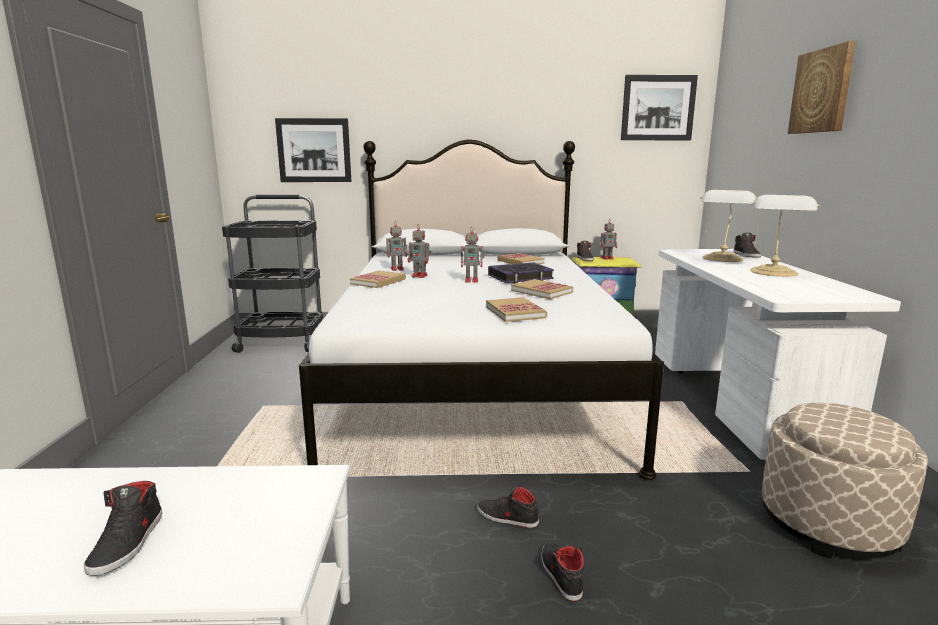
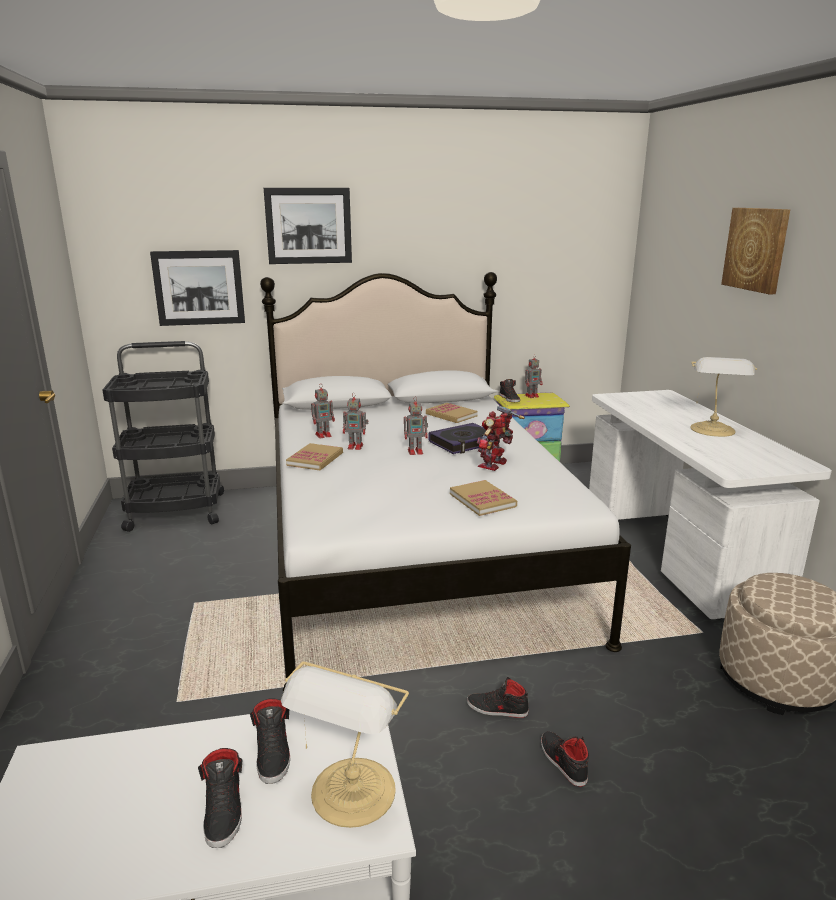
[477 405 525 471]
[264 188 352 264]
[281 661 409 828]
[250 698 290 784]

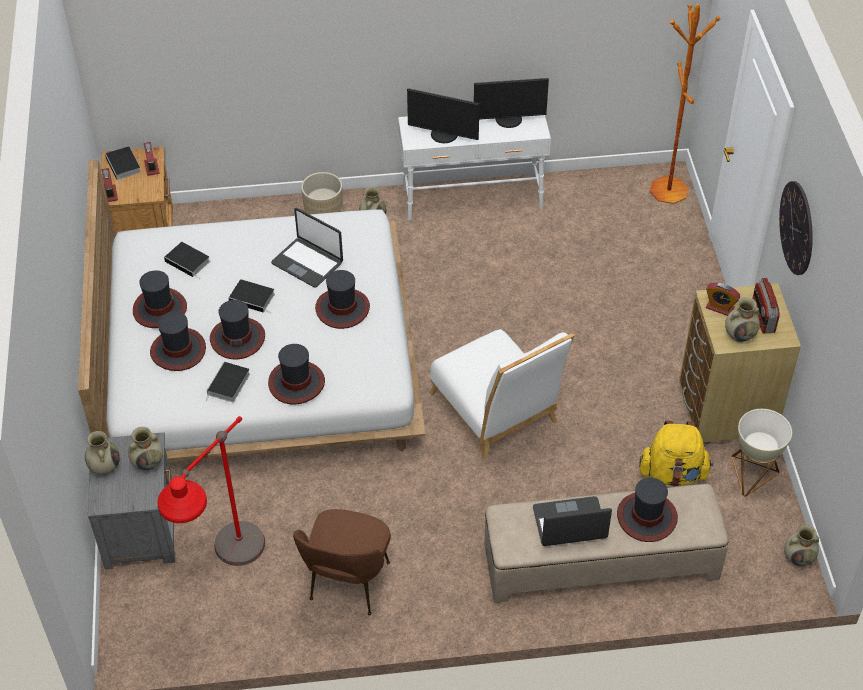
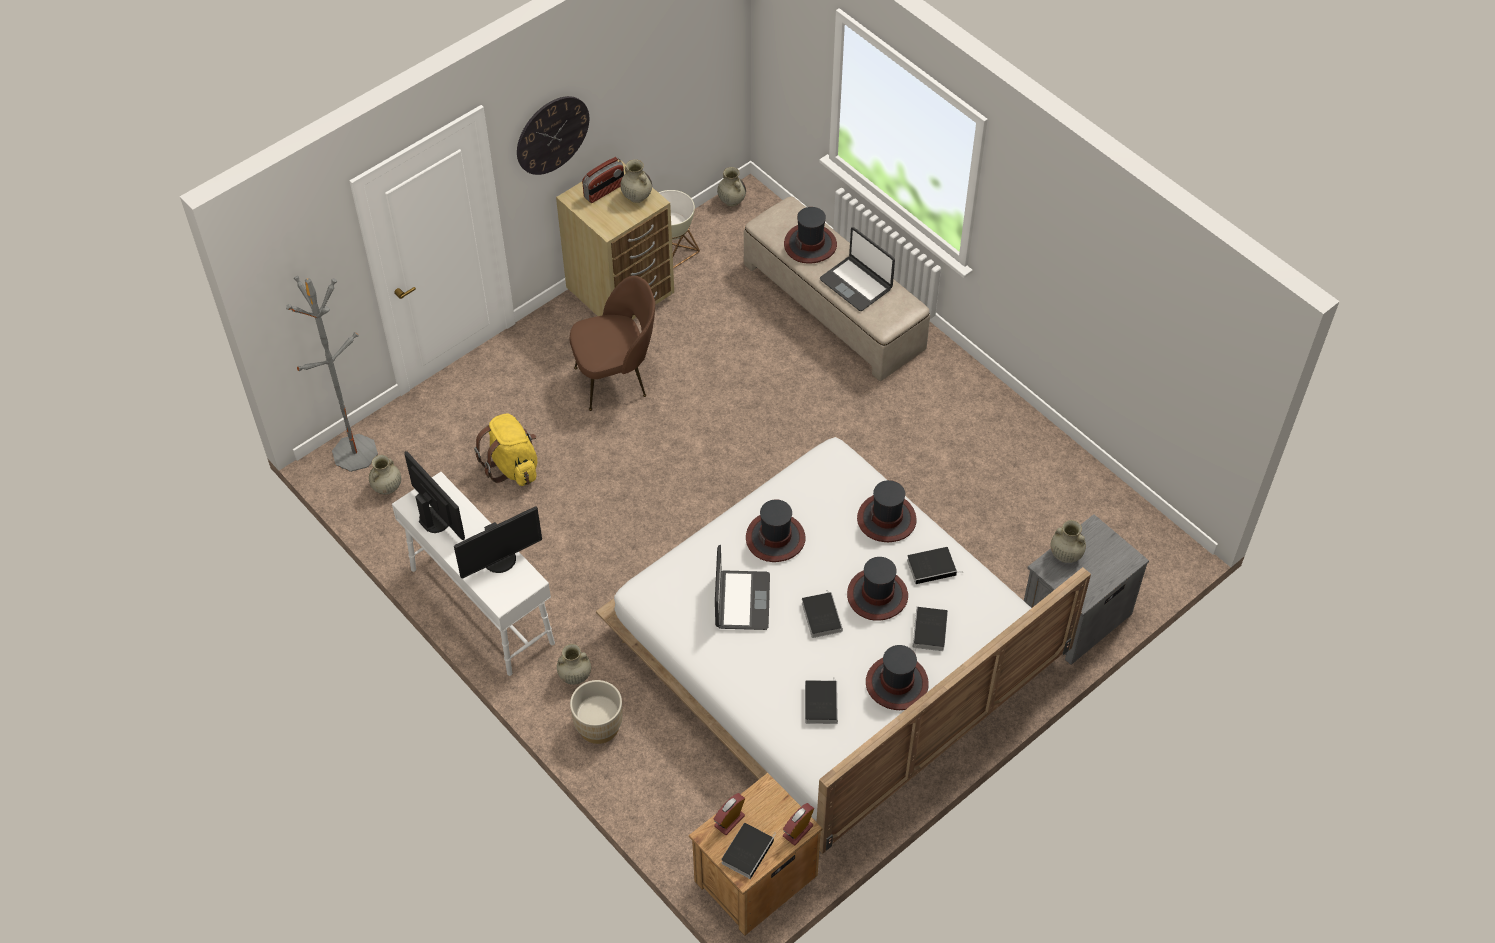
[369 455 401 494]
[912 607 948 651]
[157 416 265 566] (first image)
[570 276 655 411]
[454 506 542 579]
[429 329 575 460] (first image)
[474 413 537 486]
[286 276 378 472]
[706 282 740 316] (first image)

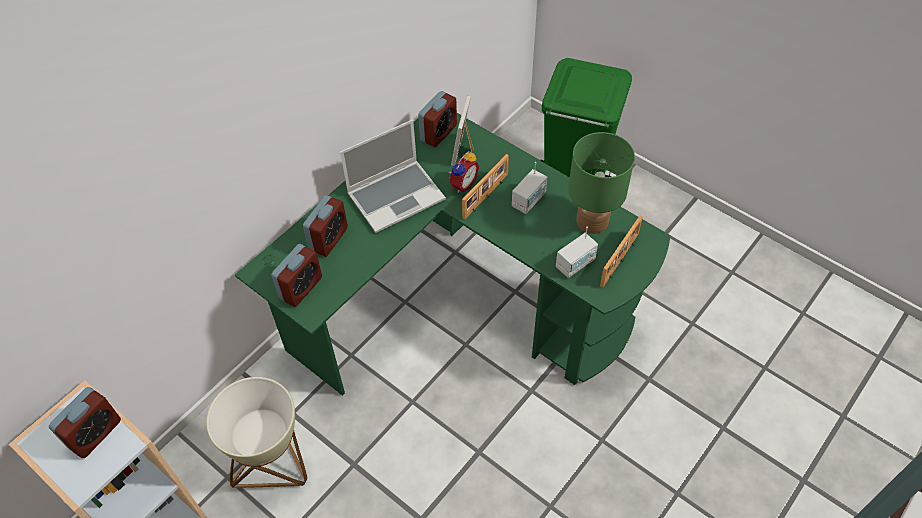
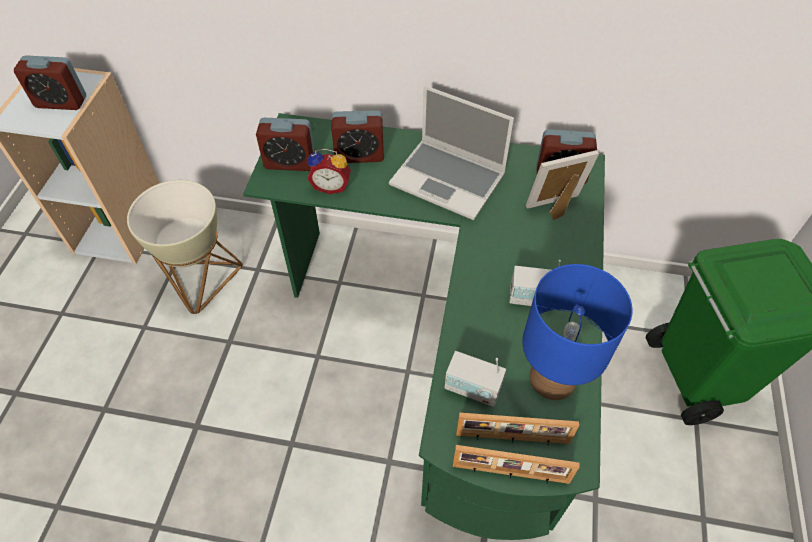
[307 149 351 194]
[453 445 579 484]
[522 264 633 400]

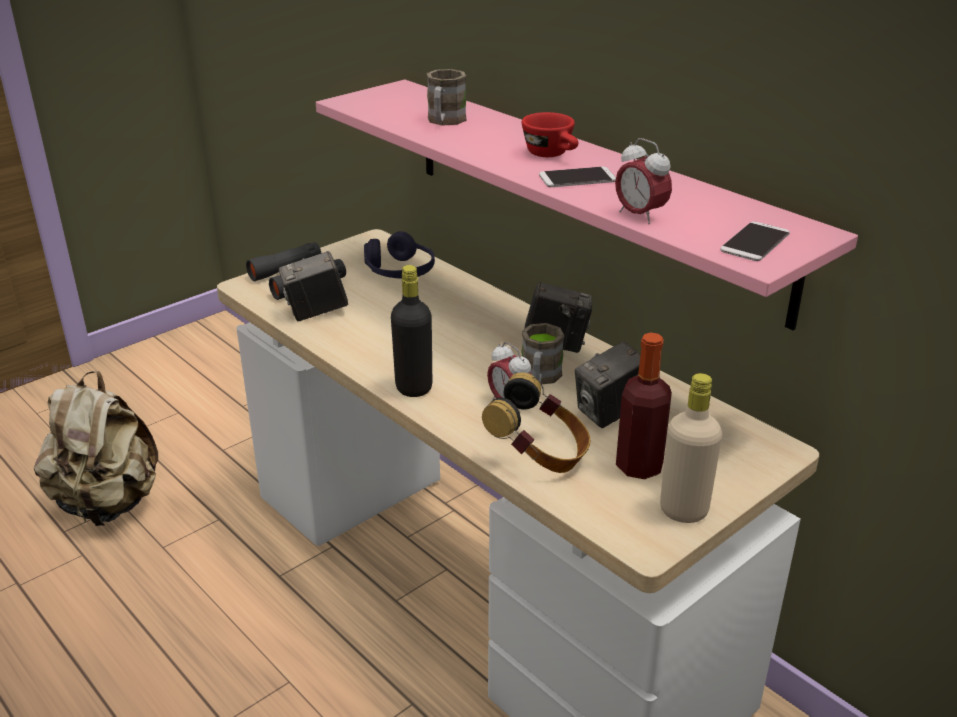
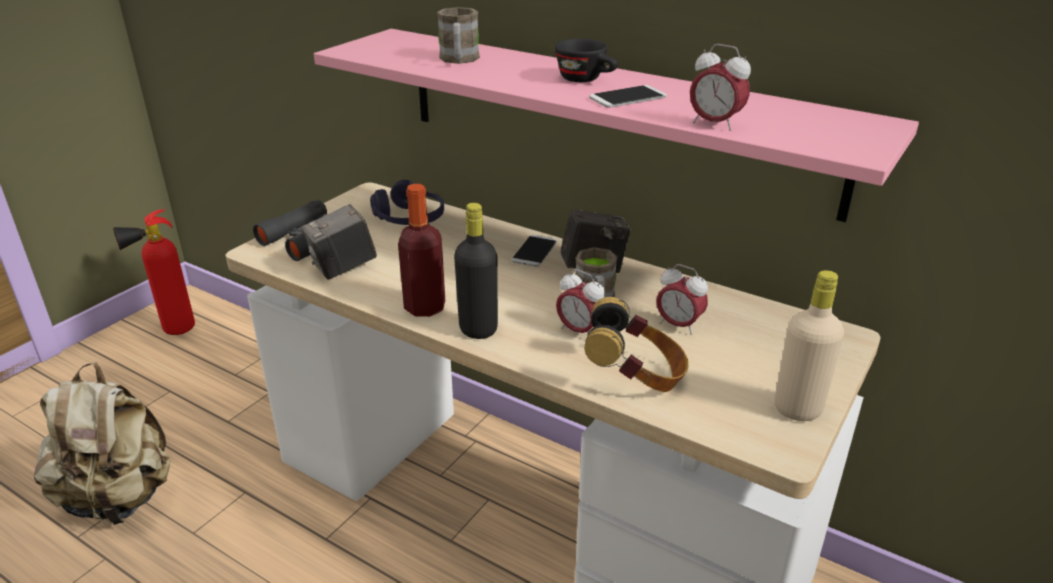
[555 39 618 82]
[656 264 708 335]
[398 184 445 317]
[511 235 557 267]
[113 209 195 335]

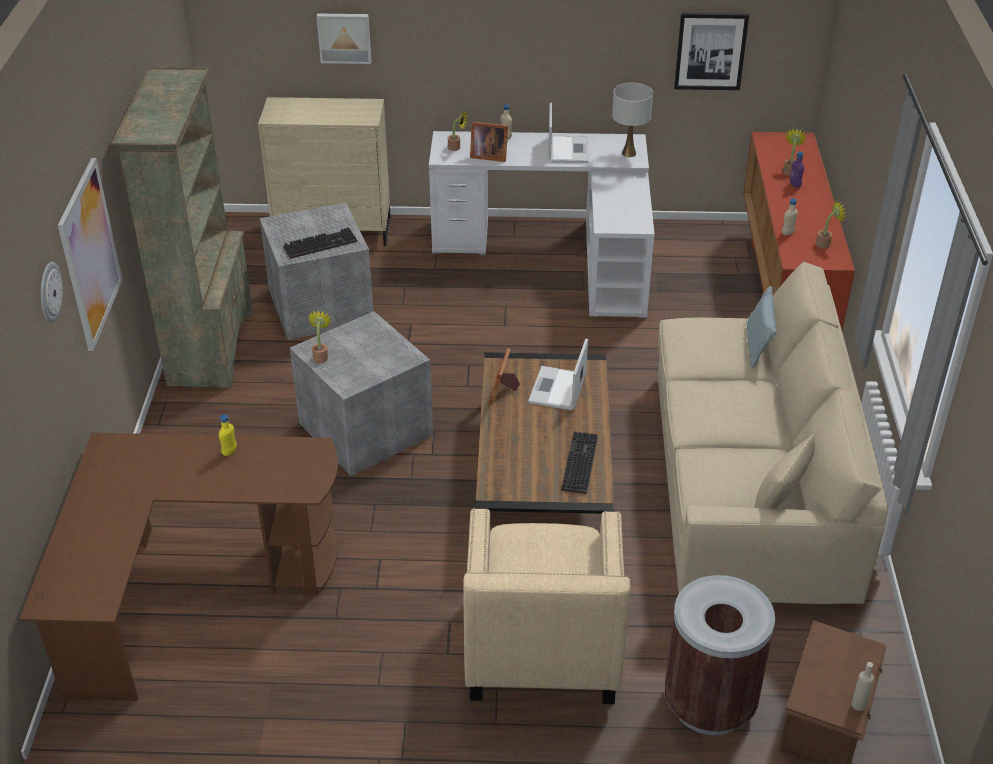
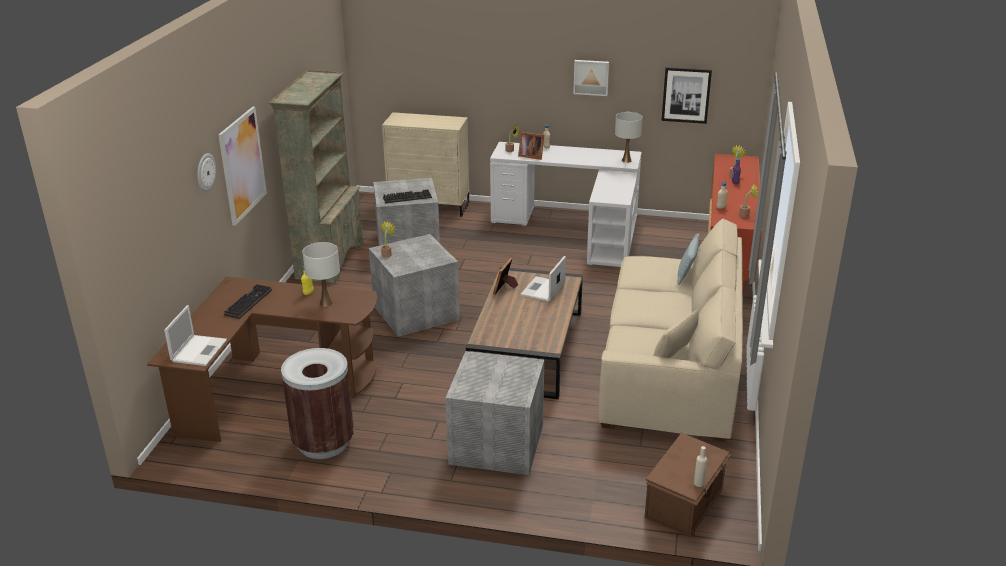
[573 60 609 96]
[446 351 544 475]
[164 305 227 366]
[224 284 272 319]
[281 348 354 459]
[302 242 340 307]

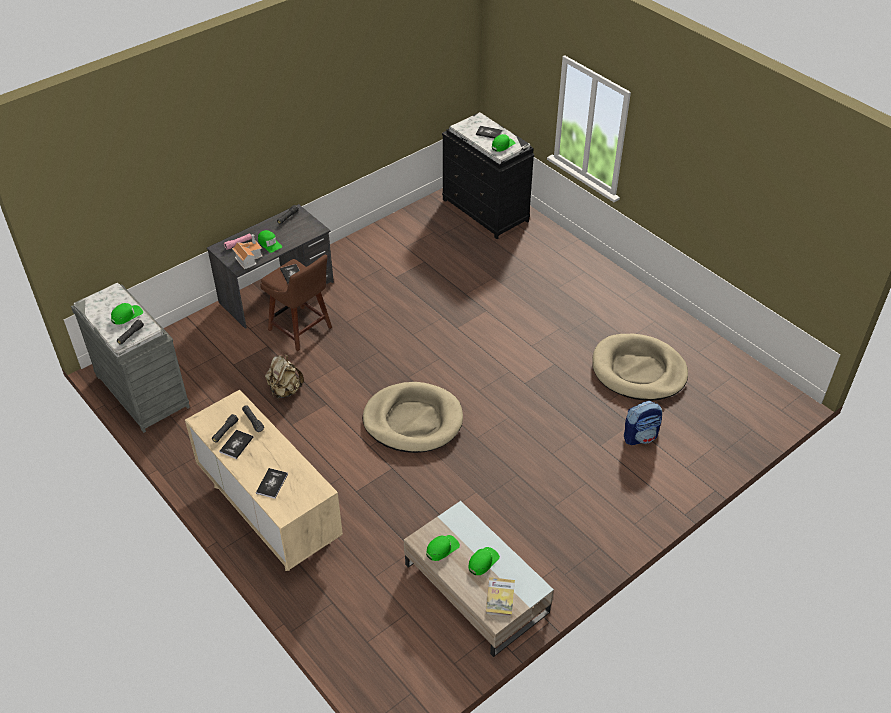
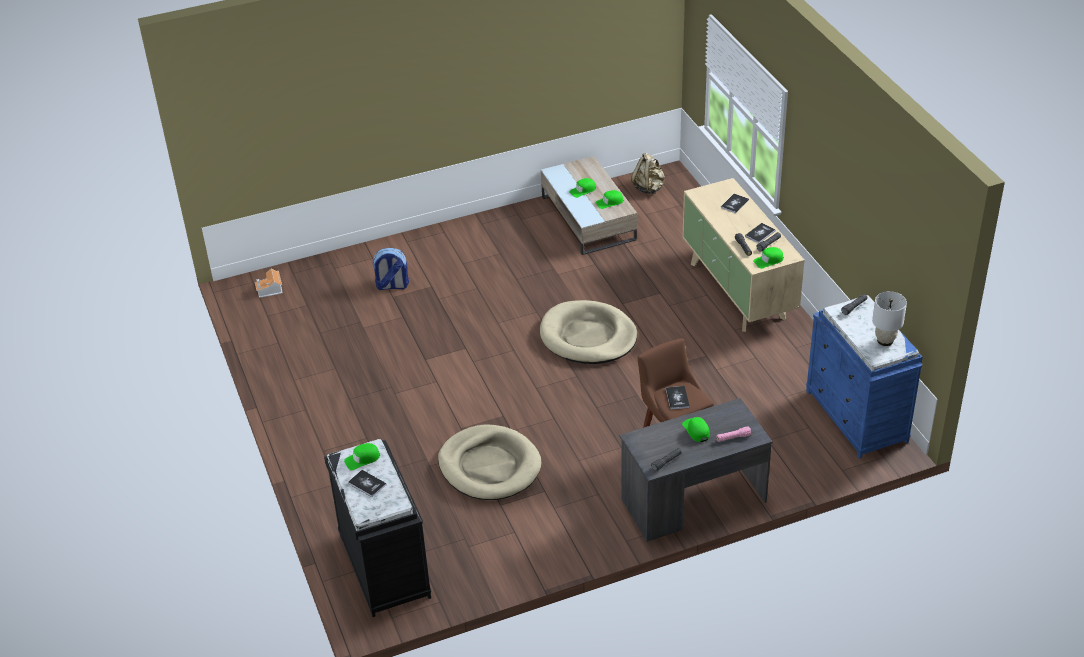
[806 295 923 459]
[753 247 784 269]
[255 269 283 298]
[631 153 665 194]
[486 577 515 617] (first image)
[438 425 541 500]
[872 291 907 346]

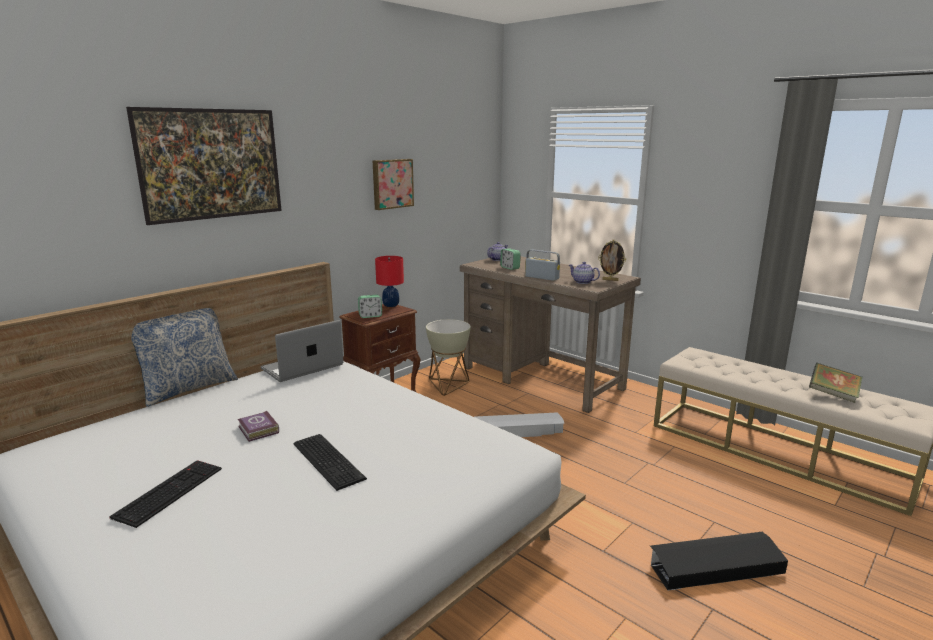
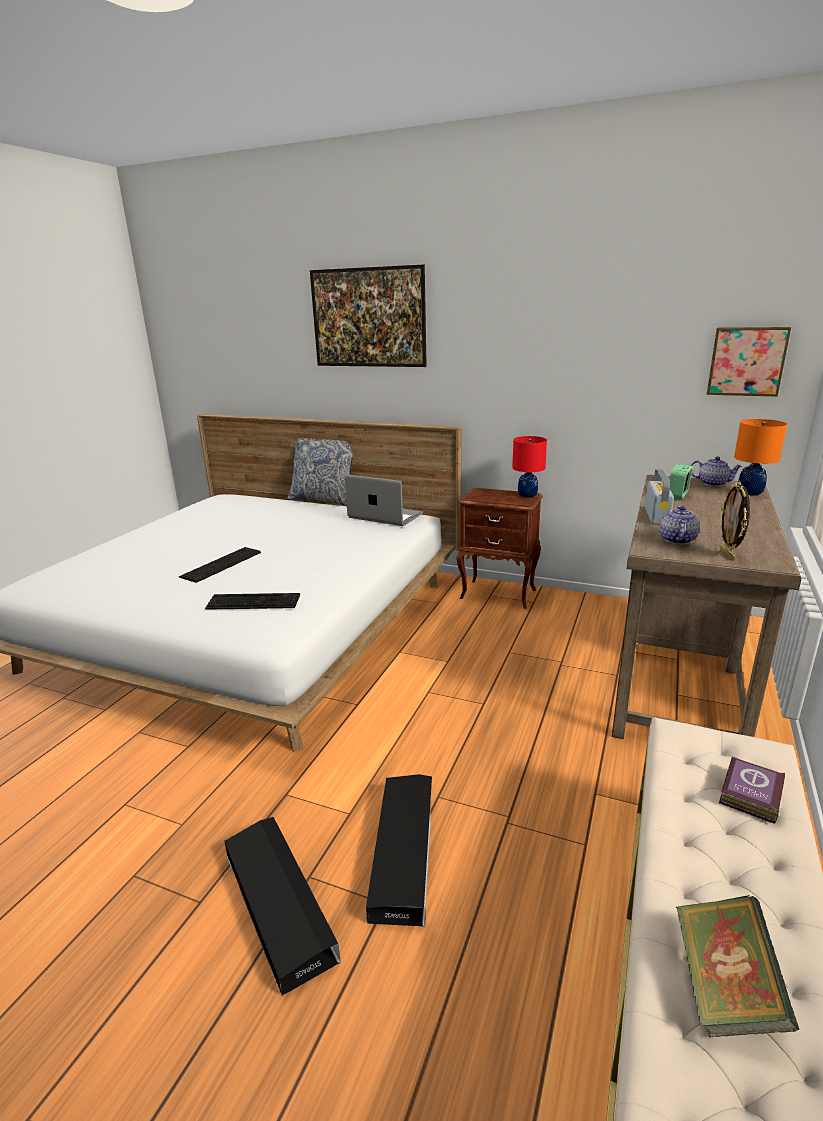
[205 593 300 610]
[719 757 785 824]
[358 295 382 318] (first image)
[707 327 791 397]
[426 319 471 396] (first image)
[475 412 564 437] (first image)
[366 774 432 927]
[734 419 787 496]

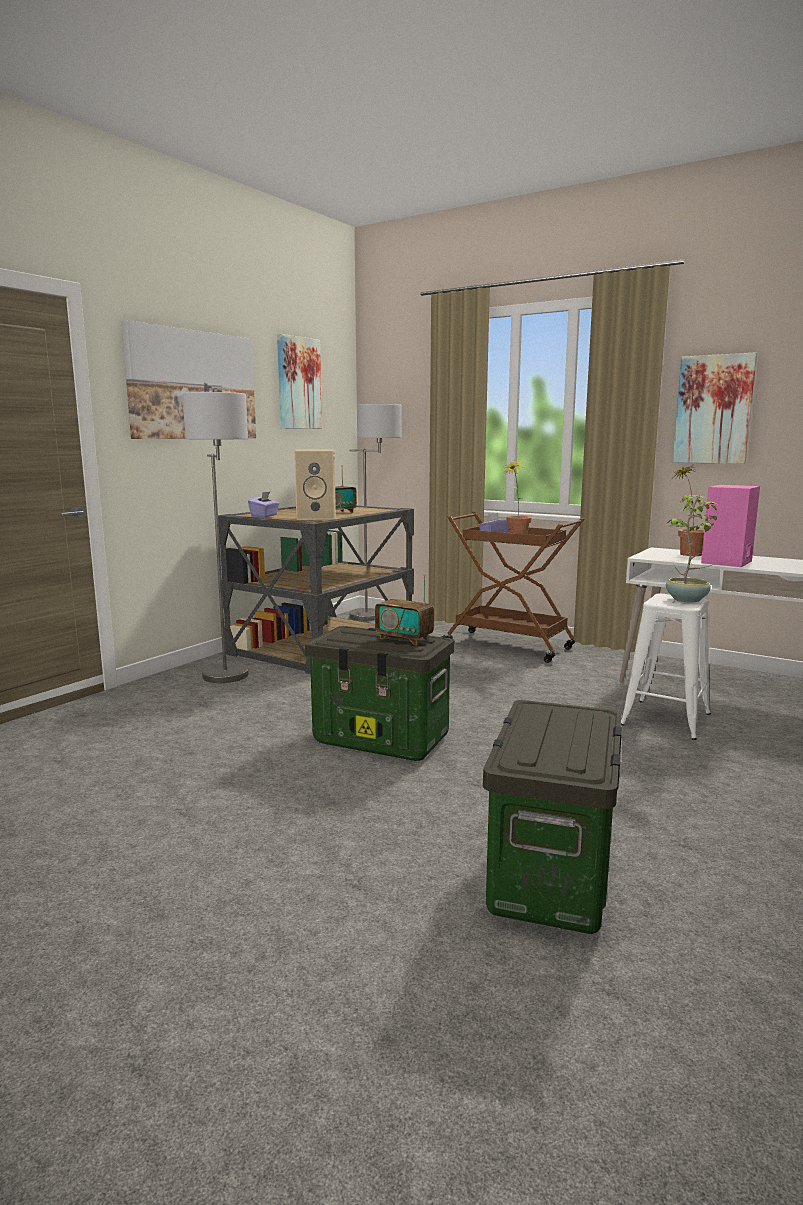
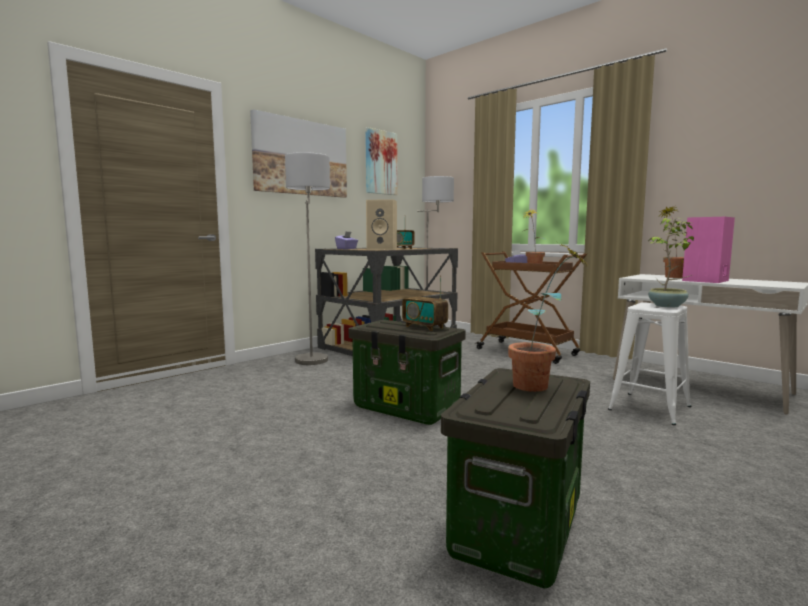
[673 352 757 464] (first image)
[508 244 587 392]

